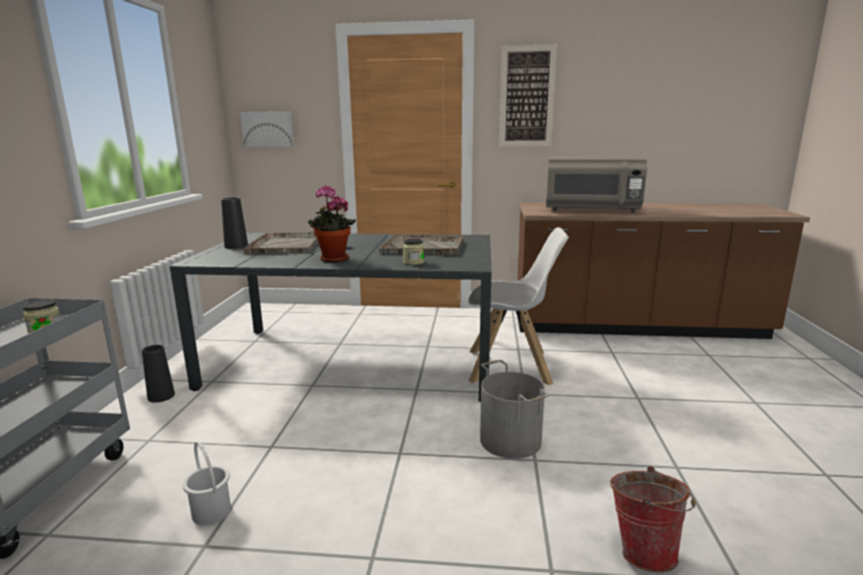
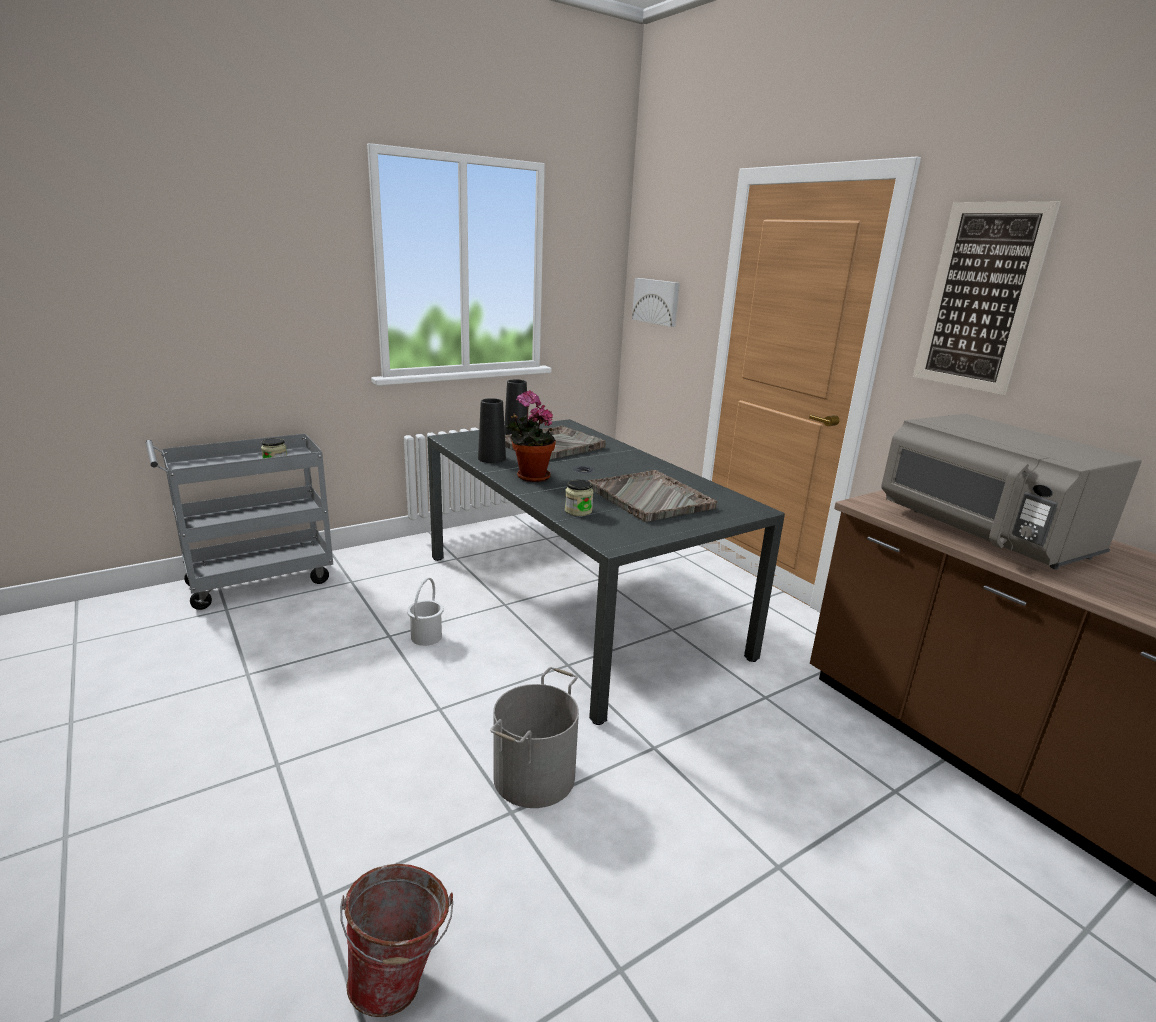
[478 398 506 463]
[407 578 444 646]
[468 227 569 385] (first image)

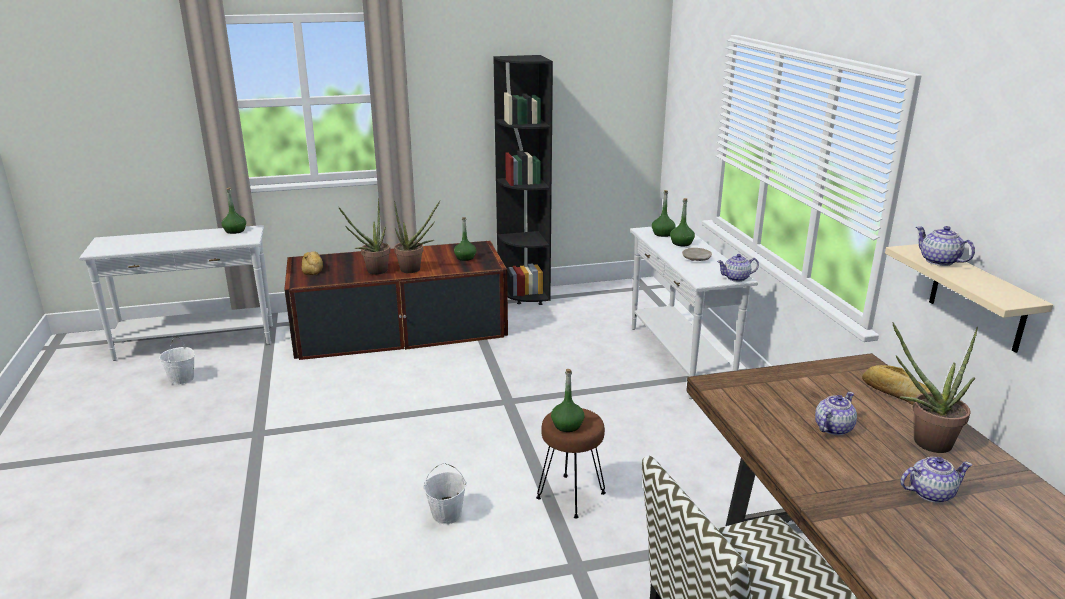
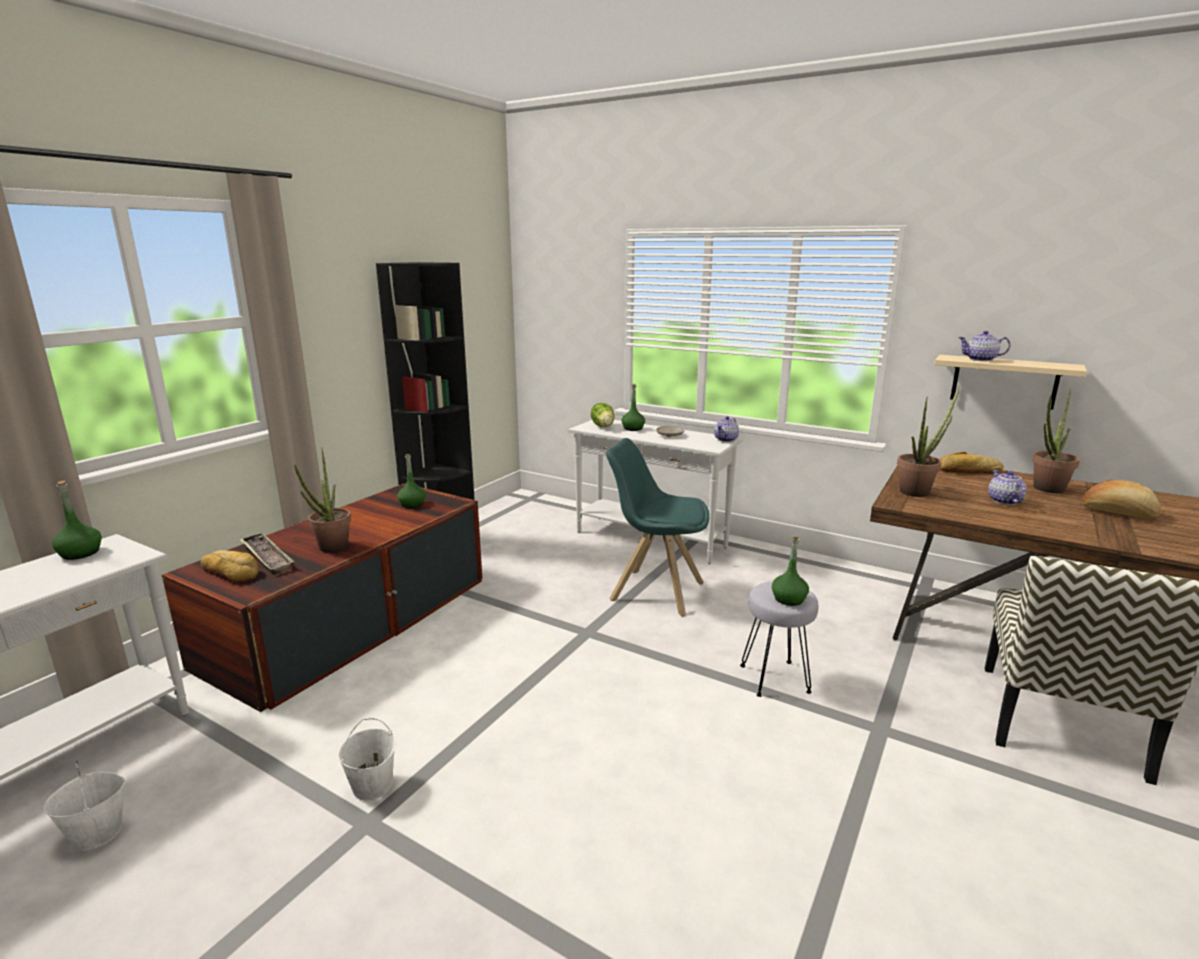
[897 386 960 497]
[338 718 396 801]
[740 581 818 697]
[591 403 614 427]
[1082 480 1161 519]
[239 532 295 575]
[606 438 709 616]

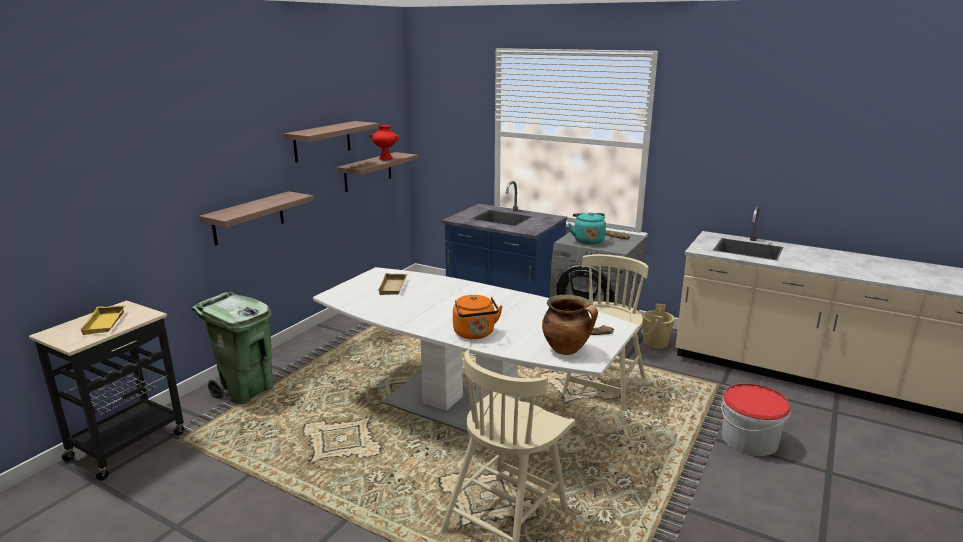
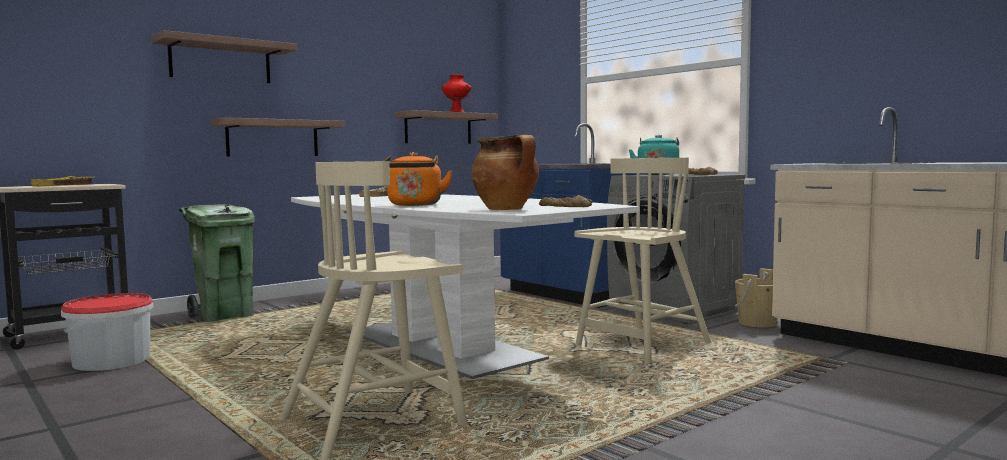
[152 30 297 83]
[61 293 153 371]

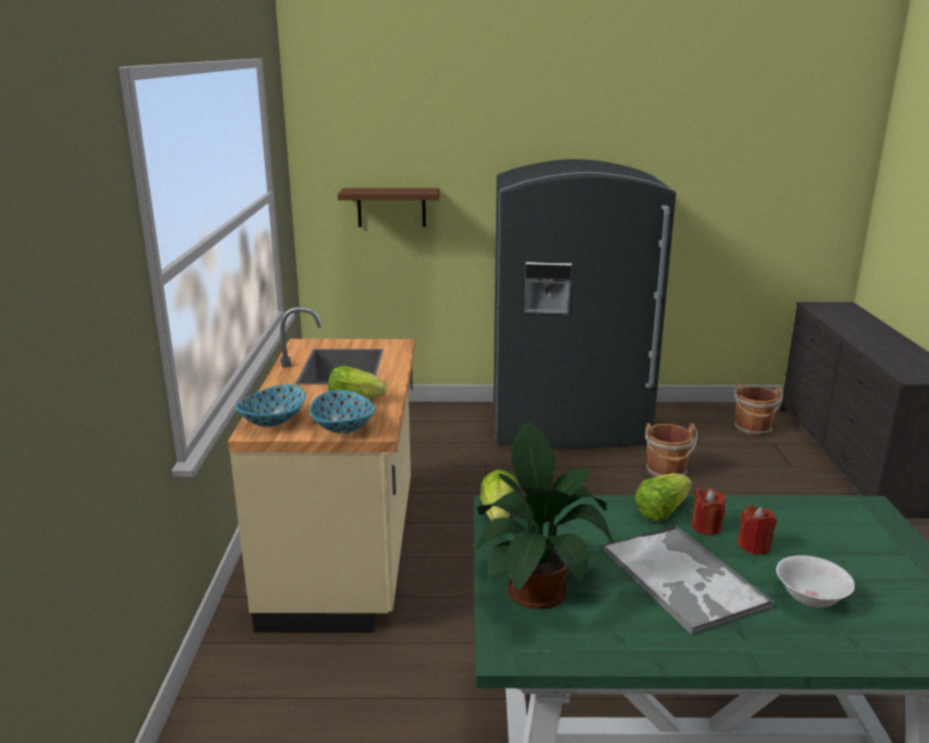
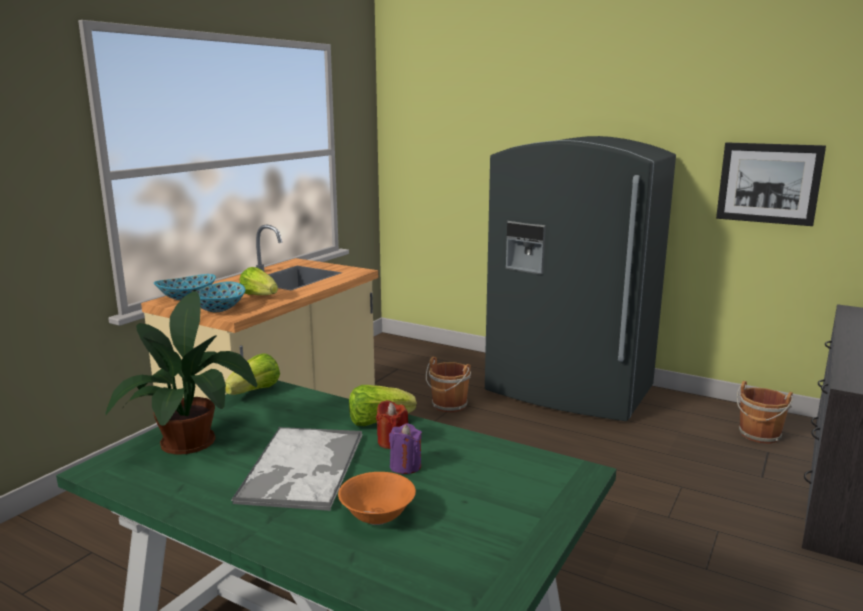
[337 188 440 227] (first image)
[426 357 471 412]
[389 424 422 474]
[338 472 416 525]
[716 142 826 226]

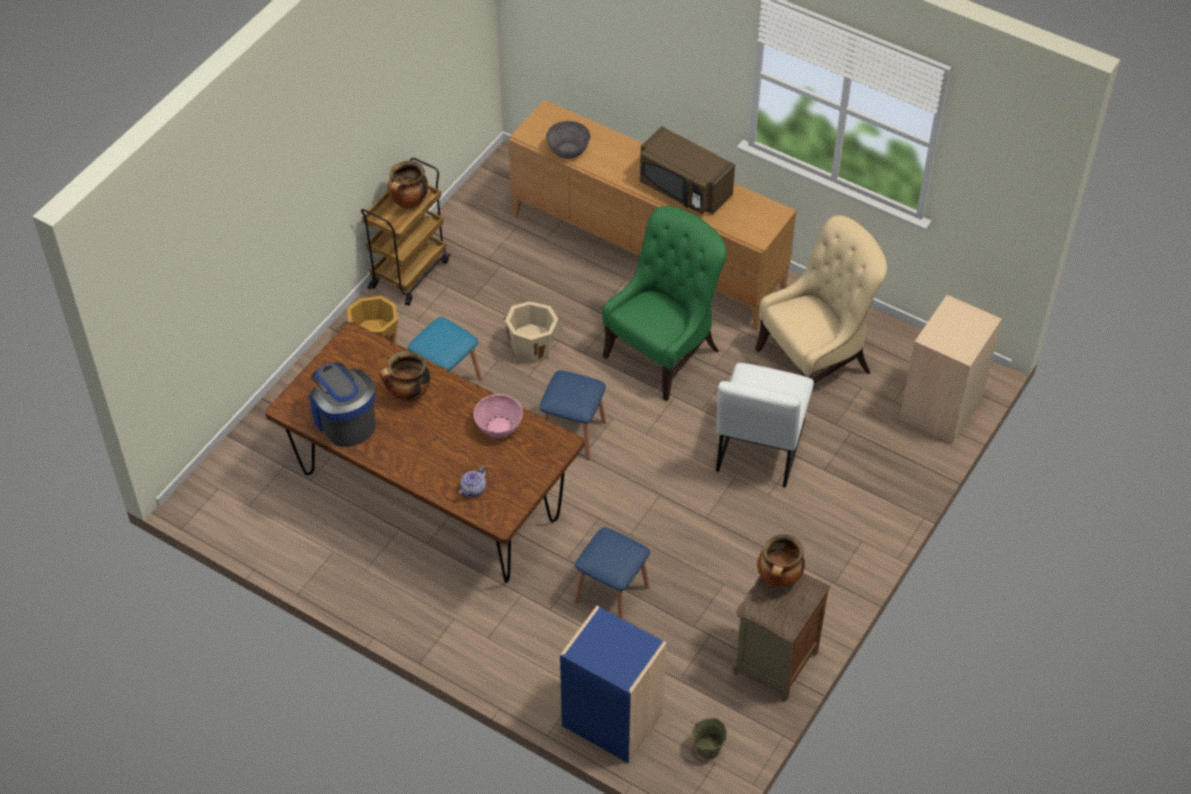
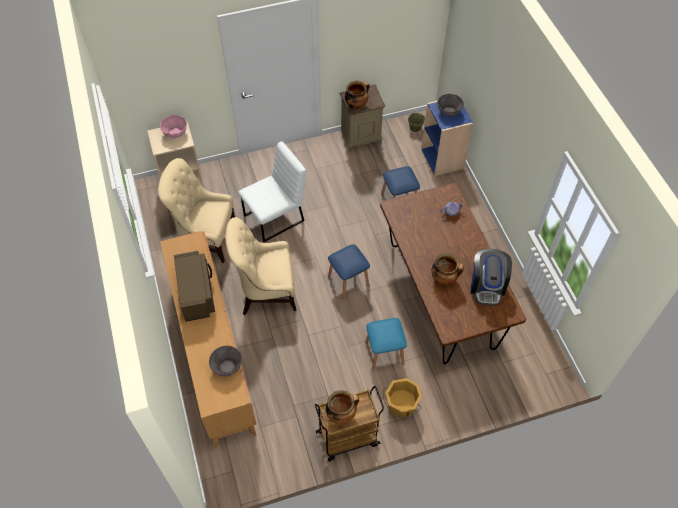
[160 115 187 138]
[504 301 562 363] (first image)
[225 217 296 315]
[438 94 464 117]

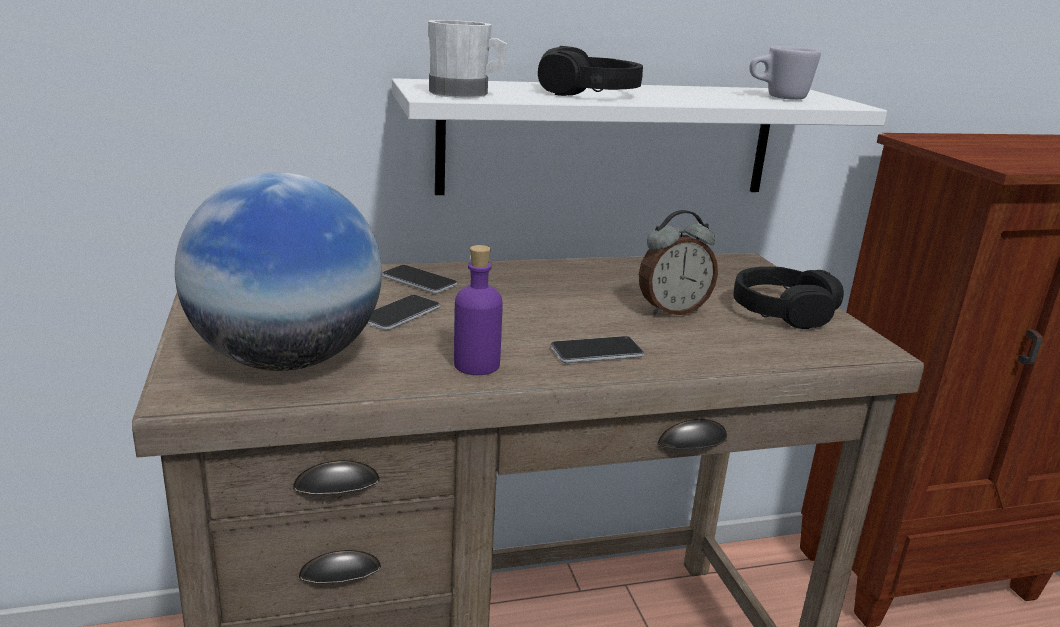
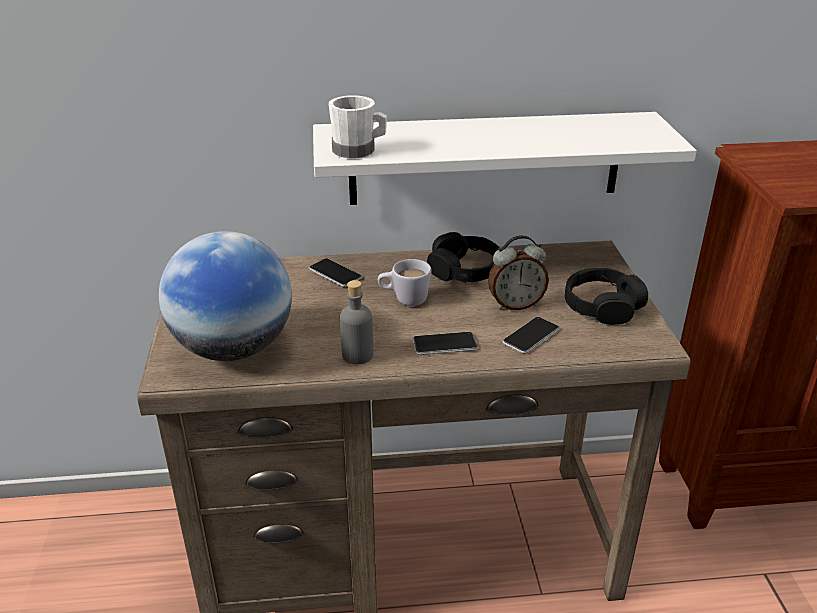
[503 317 560 354]
[340 280 373 364]
[427 232 499 283]
[378 259 431 306]

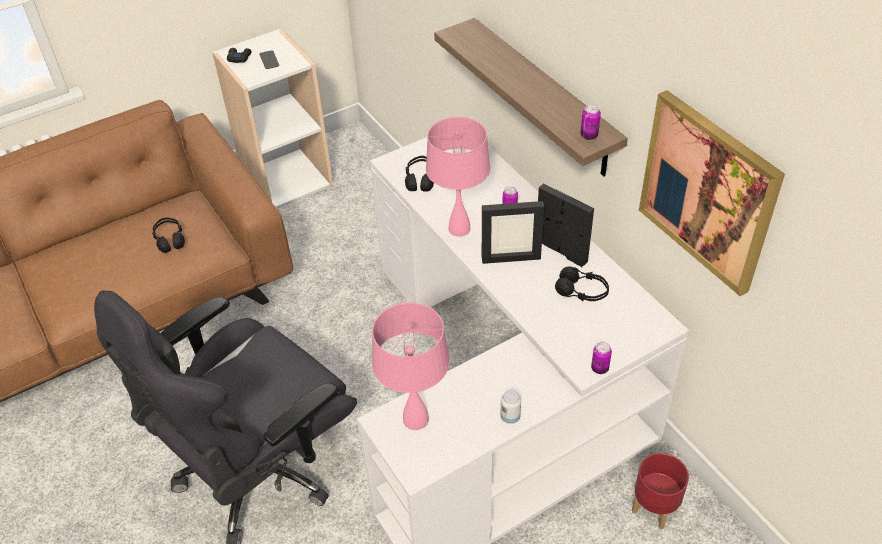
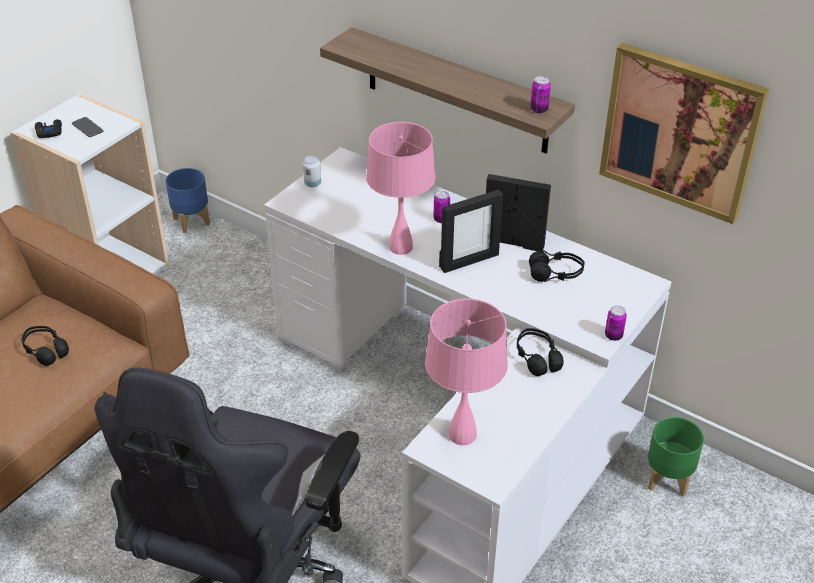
[517 328 563 376]
[303 156 321 188]
[648 417 704 497]
[166 168 210 233]

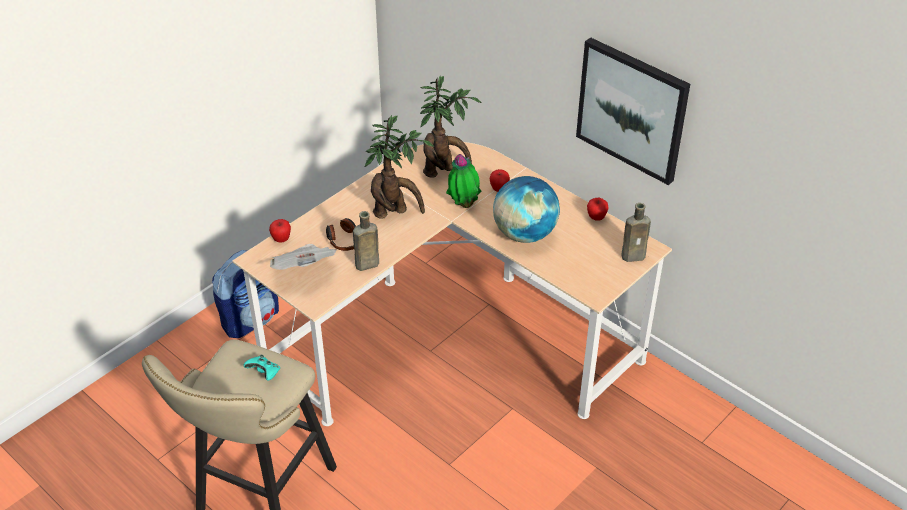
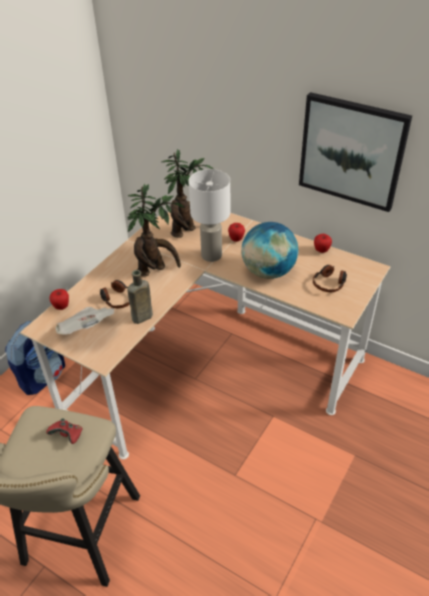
[46 418 83 444]
[189 169 230 262]
[621 203 651 262] (first image)
[313 265 347 292]

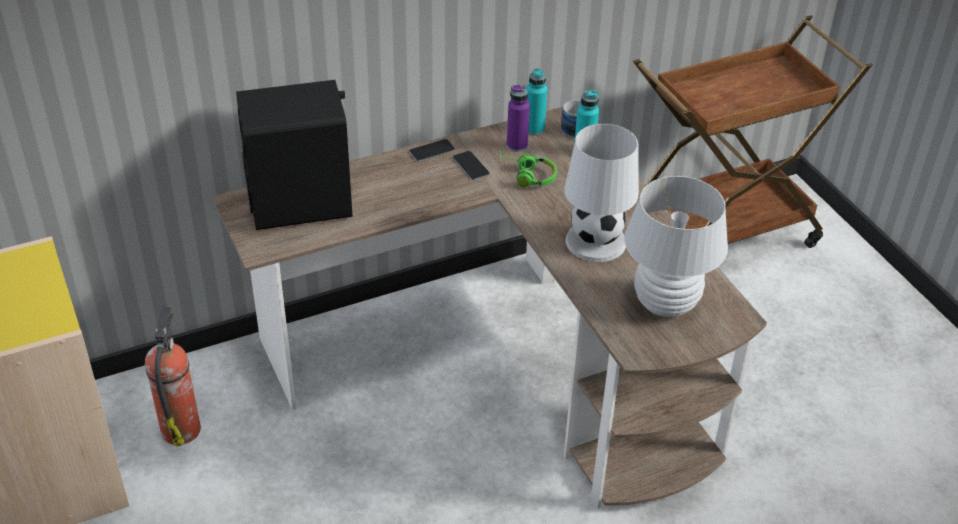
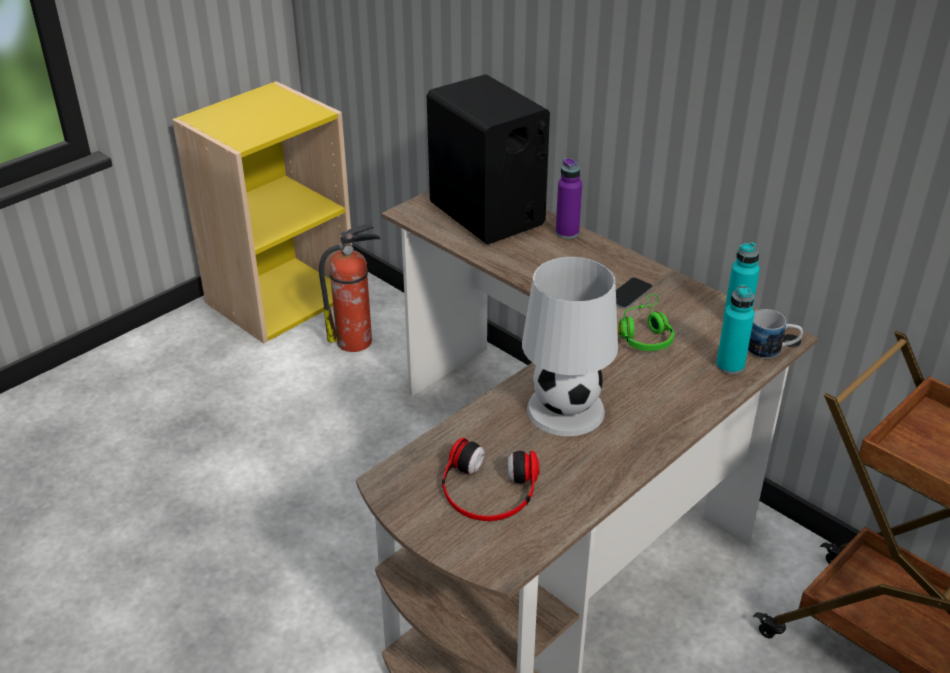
[409 139 455 161] (first image)
[556 158 582 239]
[442 438 539 521]

